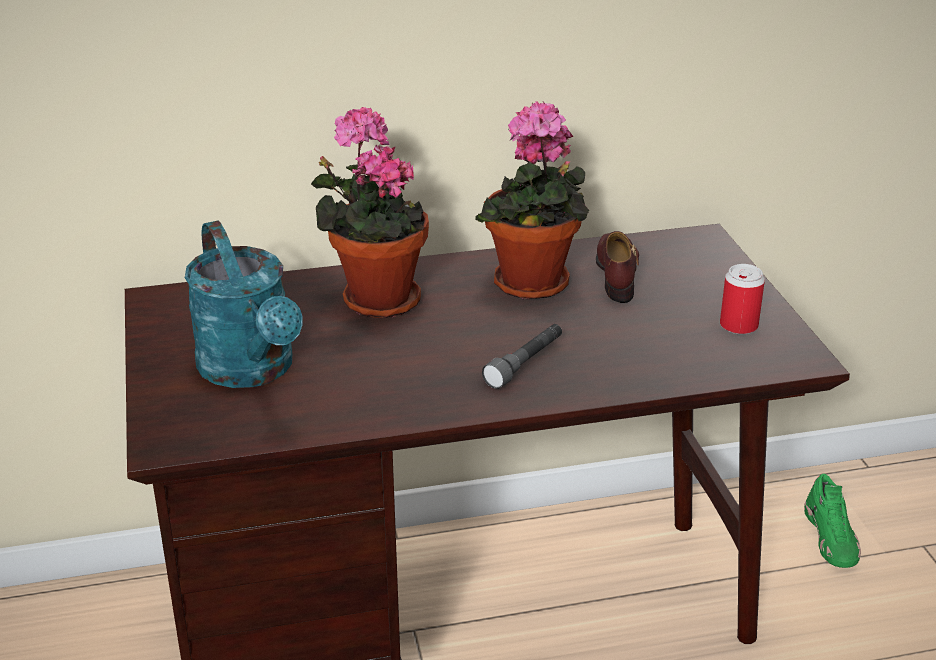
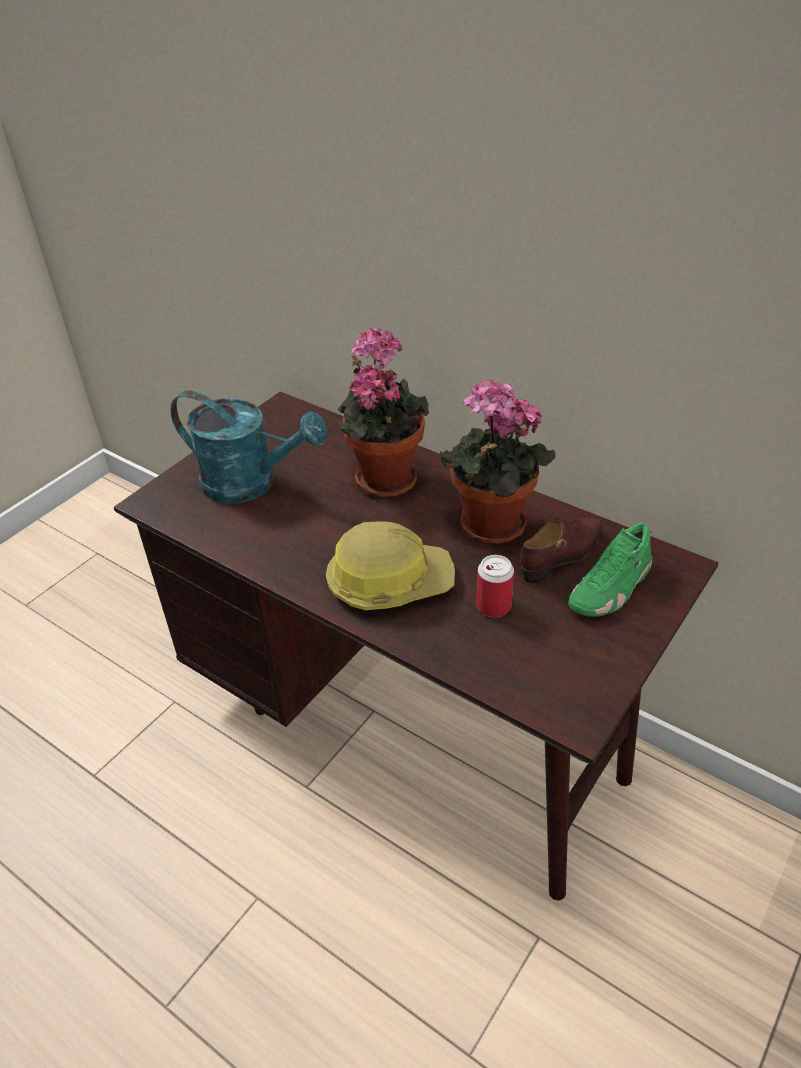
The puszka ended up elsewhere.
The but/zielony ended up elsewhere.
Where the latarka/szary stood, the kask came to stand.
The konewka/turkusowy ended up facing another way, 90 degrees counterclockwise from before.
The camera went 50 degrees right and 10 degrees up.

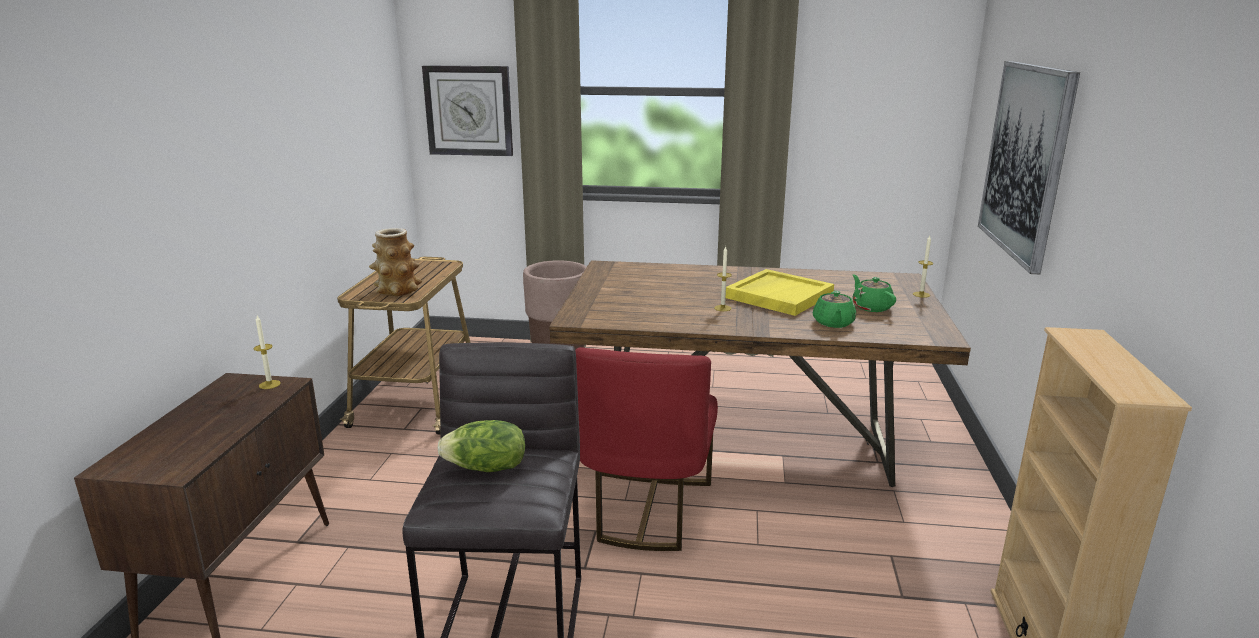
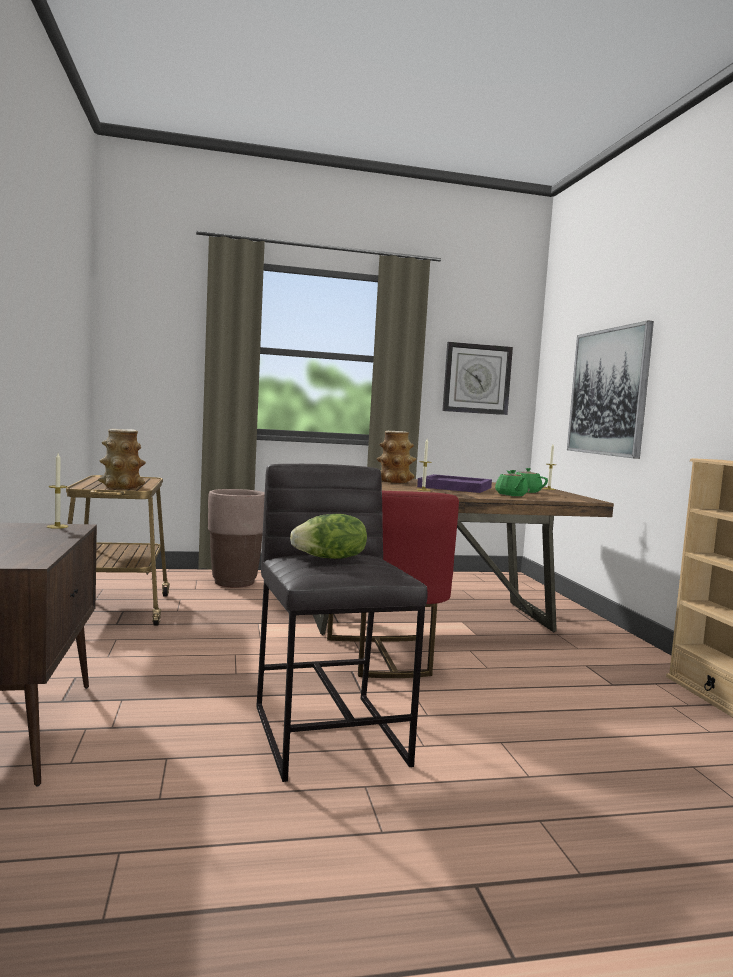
The second view gained the wazon (no. 2 from left).
The zegar ścienny ended up elsewhere.
What was the taca/żółty turned into the taca/fioletowy.
The camera went 20 degrees left and 15 degrees down.

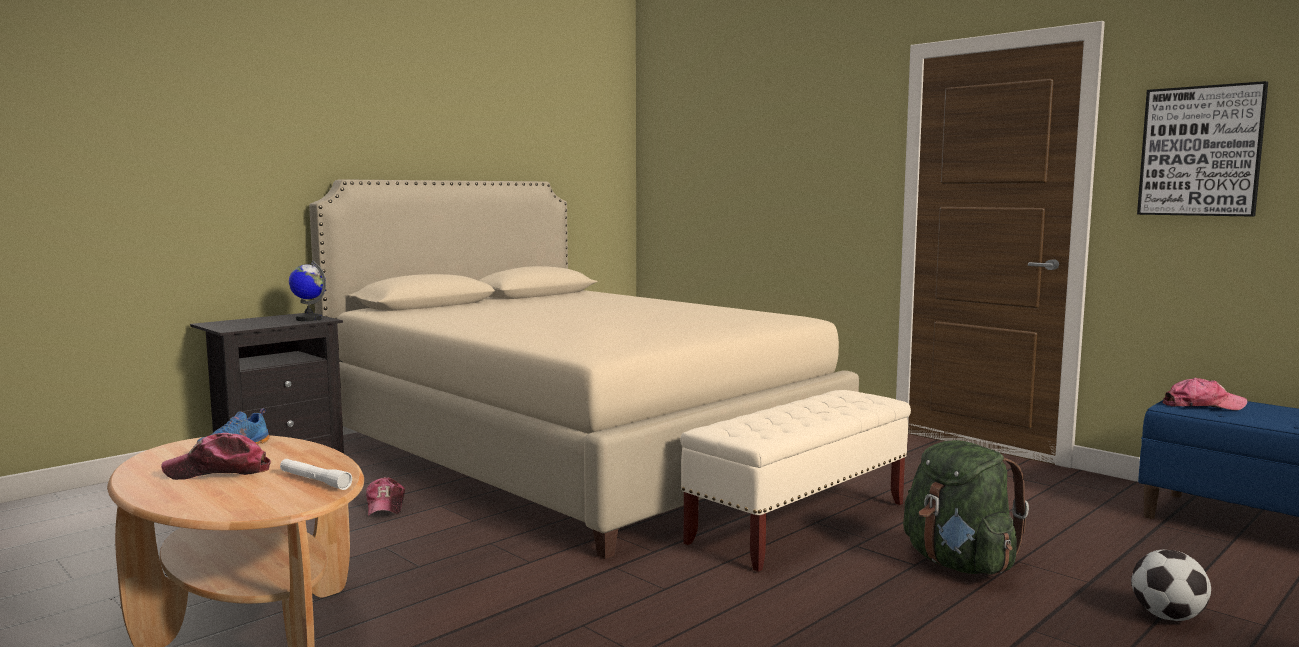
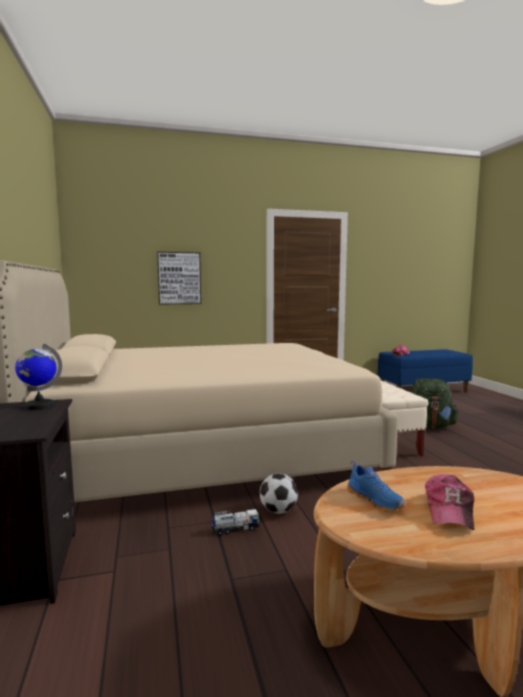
The second view lost the latarka/biały.
The piłka futbolowa ended up elsewhere.
The obraz ended up elsewhere.
Where the czapka z daszkiem (no. 2 from left) stood, the ciężarówka zabawkowa came to stand.
The camera went 60 degrees left and 0 degrees up.

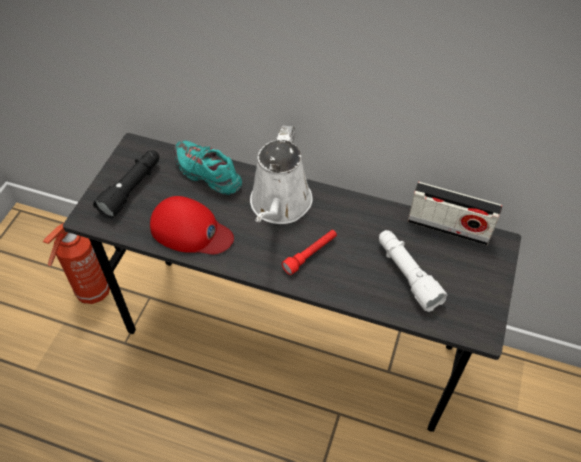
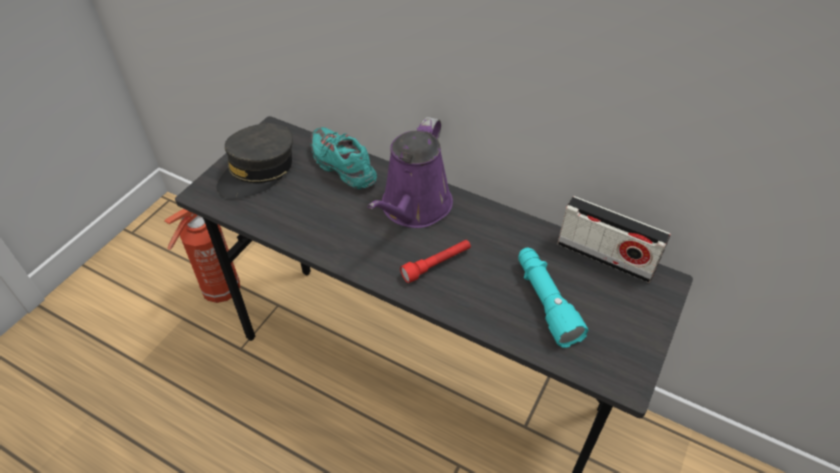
The second view lost the czapka z daszkiem/czerwony.
Where the latarka/czarny stood, the czapka z daszkiem/szary came to stand.
What was the konewka/biały turned into the konewka/fioletowy.
What was the latarka/biały turned into the latarka/turkusowy.
The camera went 10 degrees right and 5 degrees down.

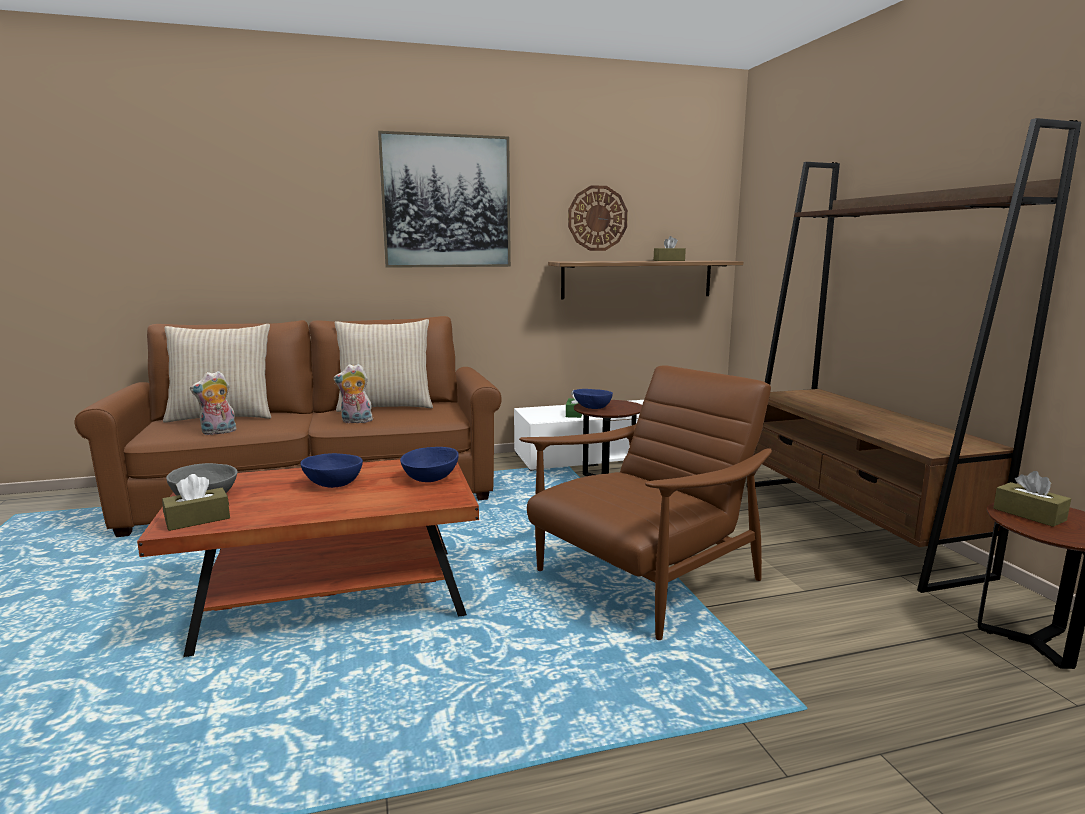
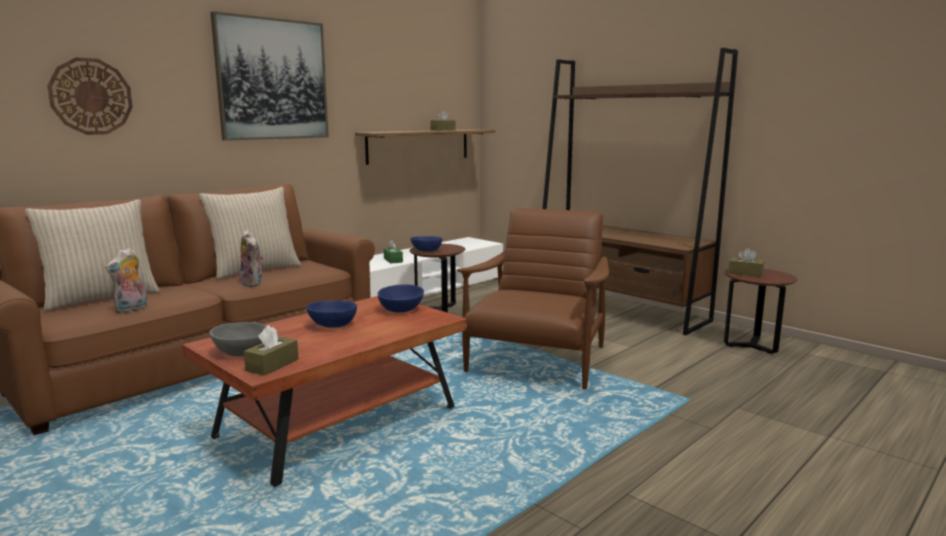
The zegar ścienny ended up elsewhere.
The pluszak (no. 2 from left) ended up facing another way, 90 degrees counterclockwise from before.
The camera went 30 degrees left and 0 degrees up.

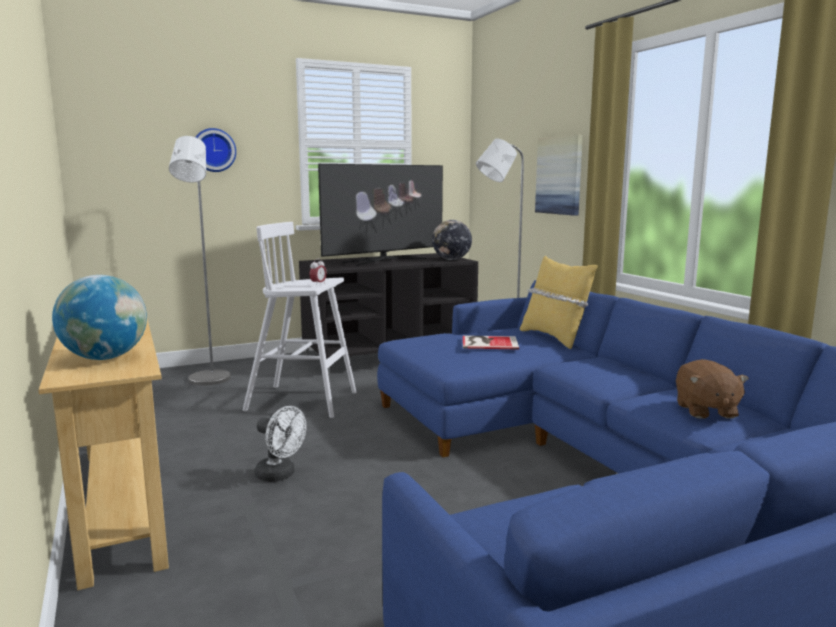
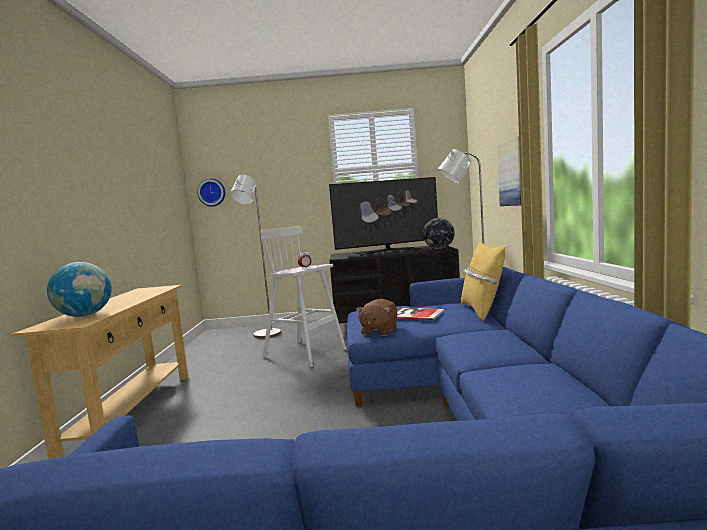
The second view lost the wentylator/biały.
The zegar ścienny ended up elsewhere.
The pluszak/brązowy ended up elsewhere.
The camera went 25 degrees right and 5 degrees down.

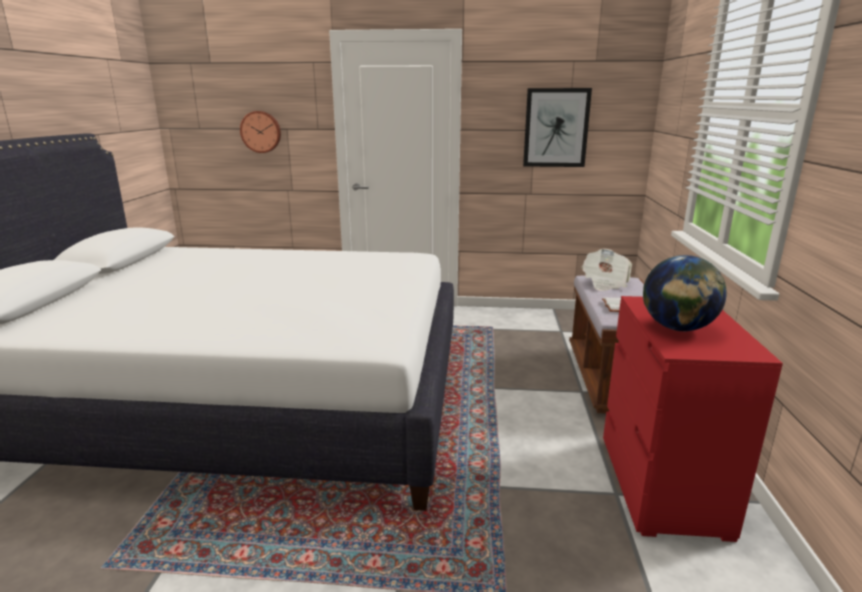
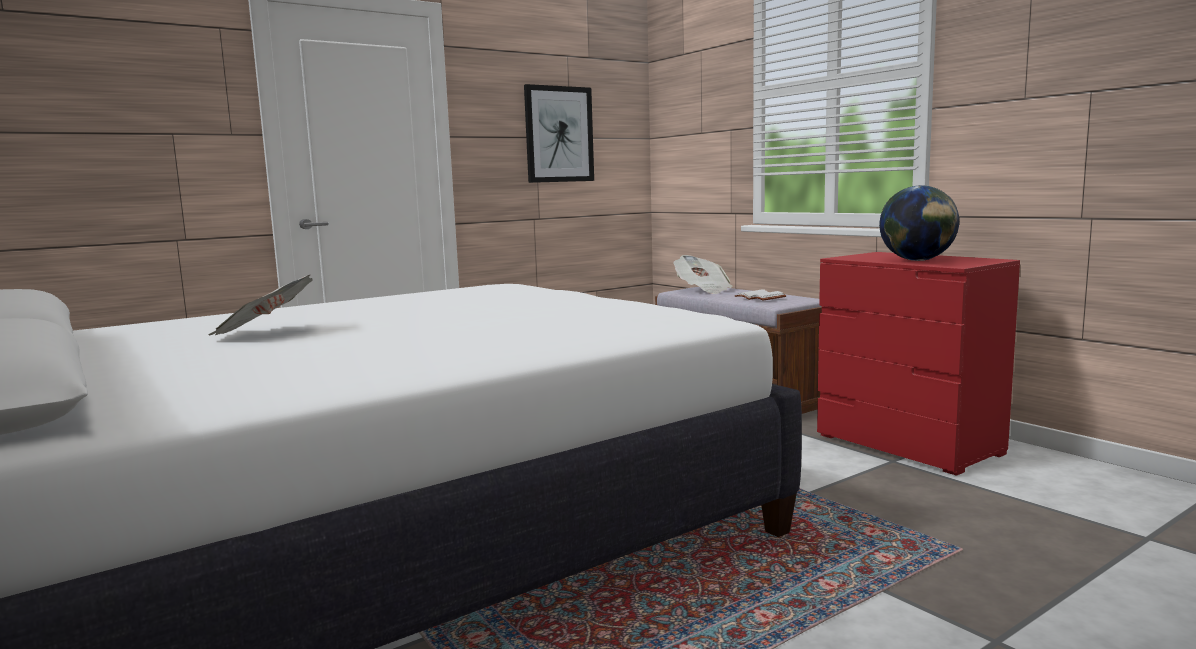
The second view lost the zegar ścienny.
The second view gained the gazeta (no. 1 from left).
The camera went 40 degrees left and 10 degrees down.

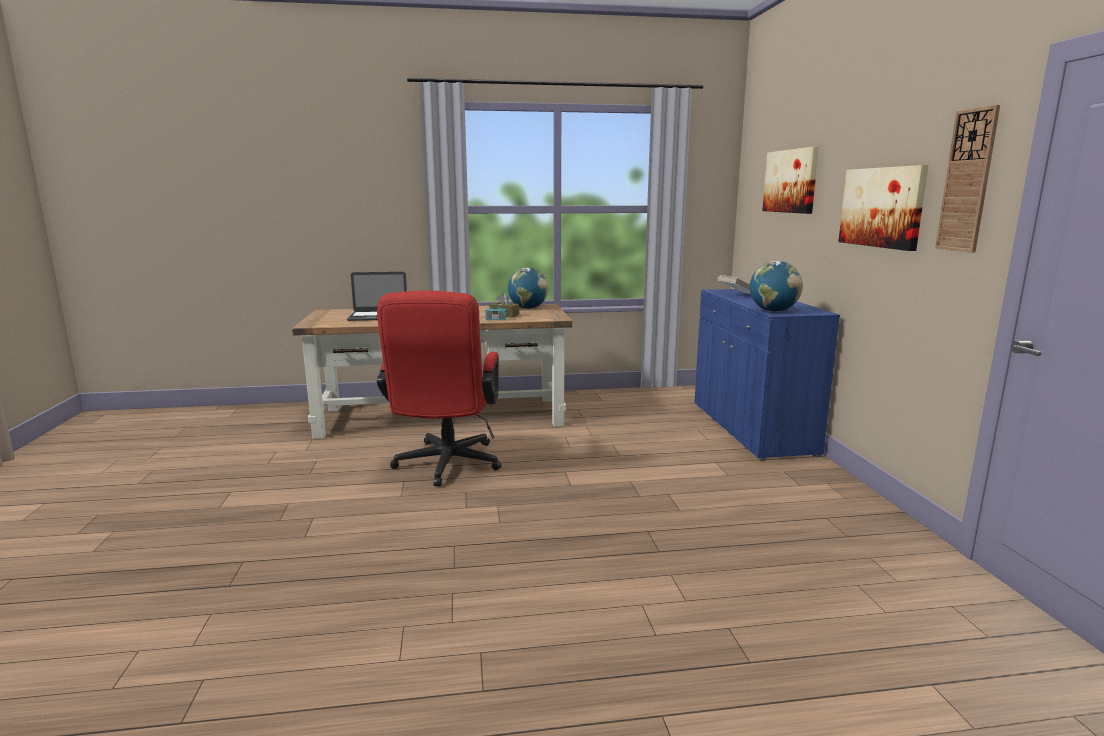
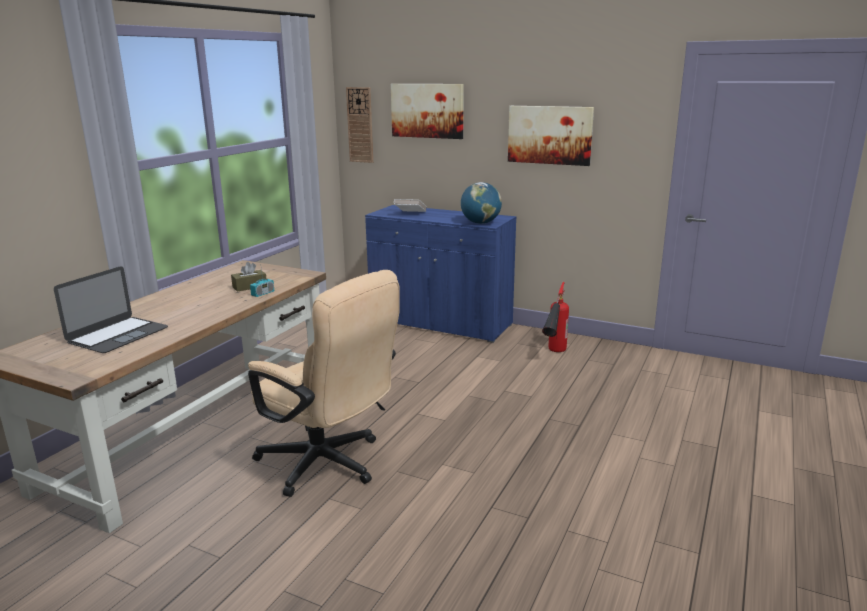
The second view lost the globus (no. 1 from left).
The second view gained the gaśnica.
The zegar ścienny ended up elsewhere.
What was the krzesło biurowe/czerwony turned into the krzesło biurowe/beżowy.
The camera went 55 degrees left and 5 degrees up.

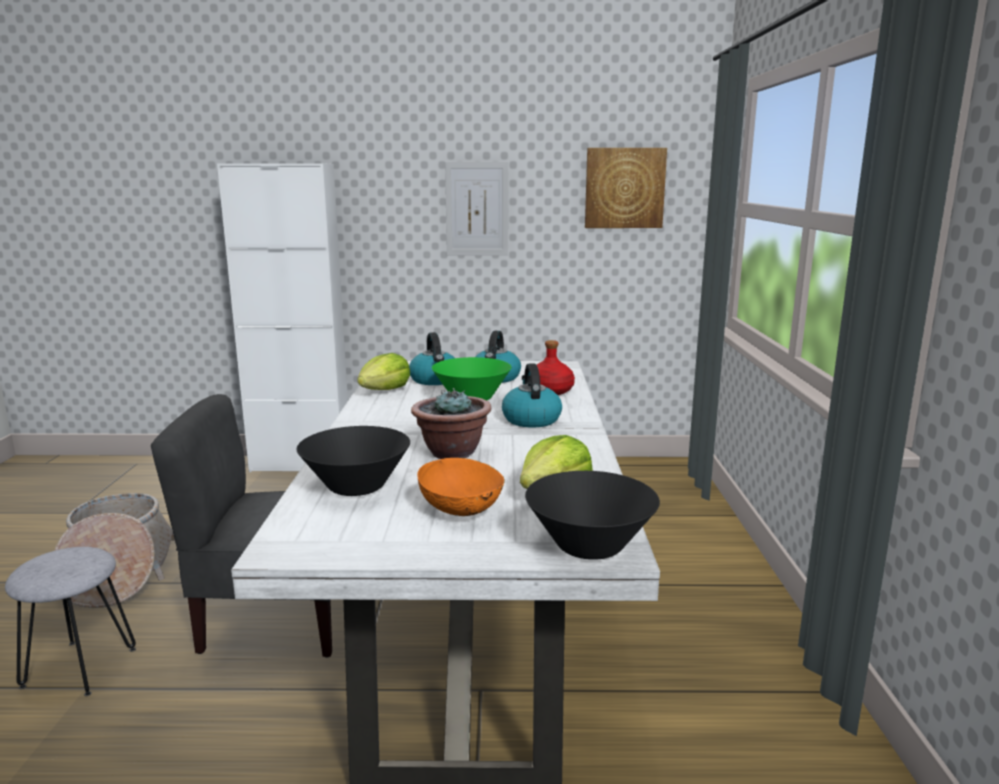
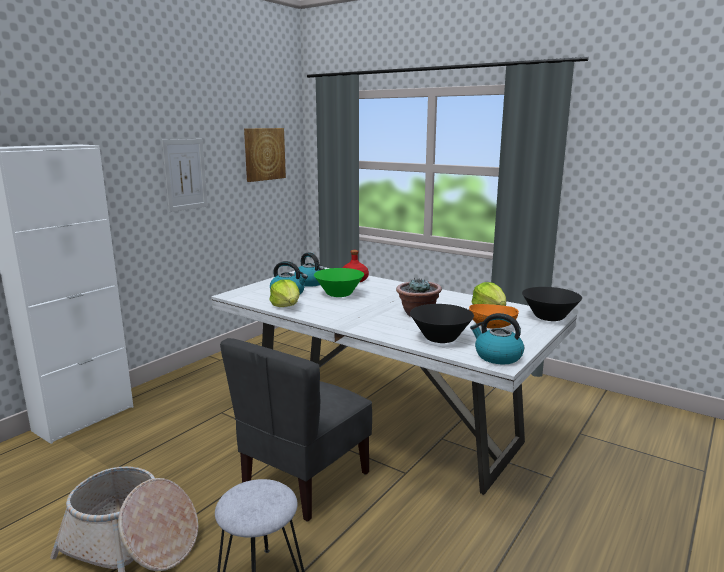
The czajnik (no. 3 from left) ended up elsewhere.
The camera went 55 degrees left and 0 degrees up.

